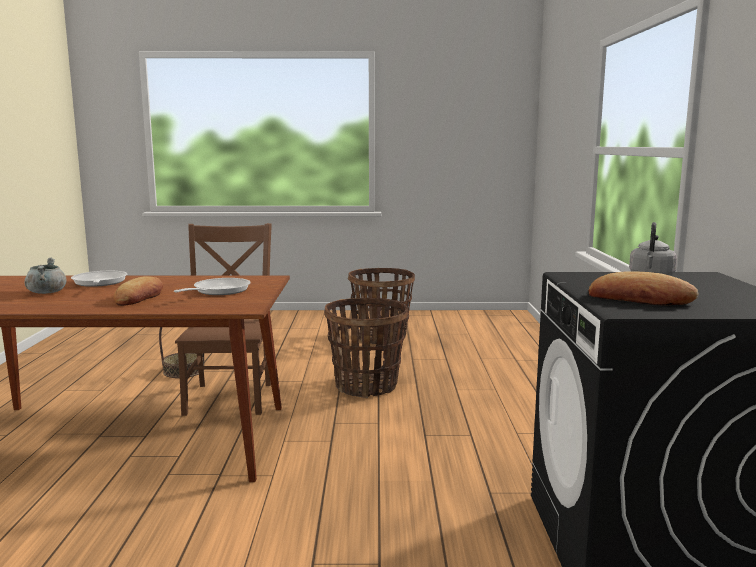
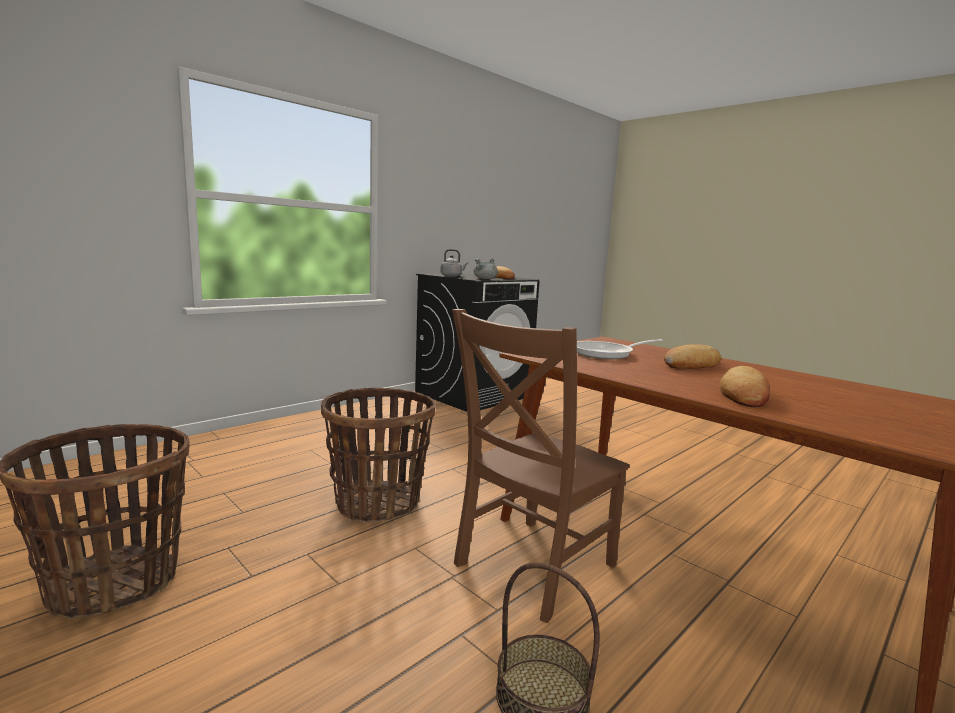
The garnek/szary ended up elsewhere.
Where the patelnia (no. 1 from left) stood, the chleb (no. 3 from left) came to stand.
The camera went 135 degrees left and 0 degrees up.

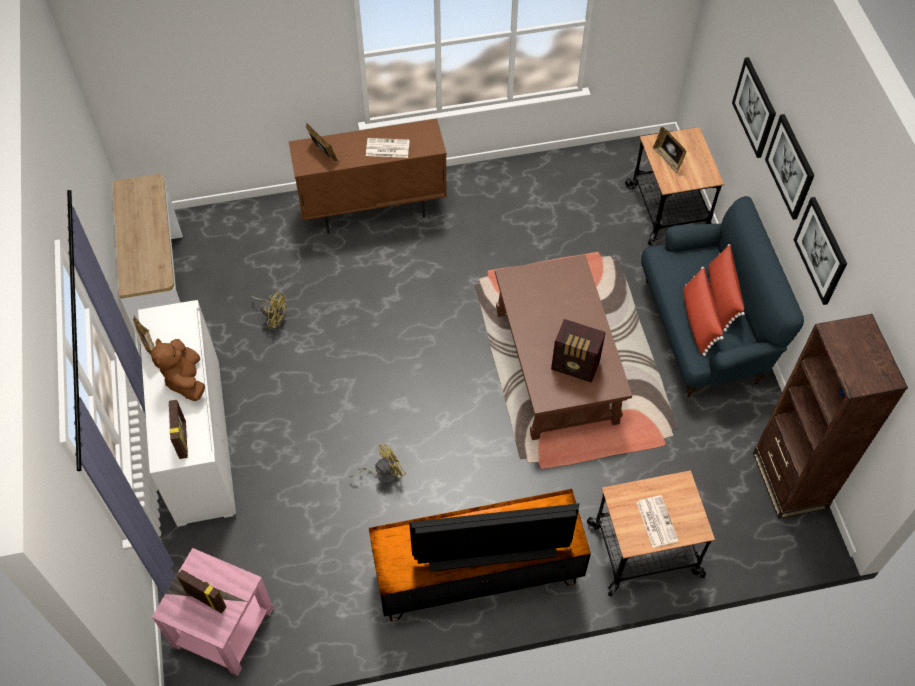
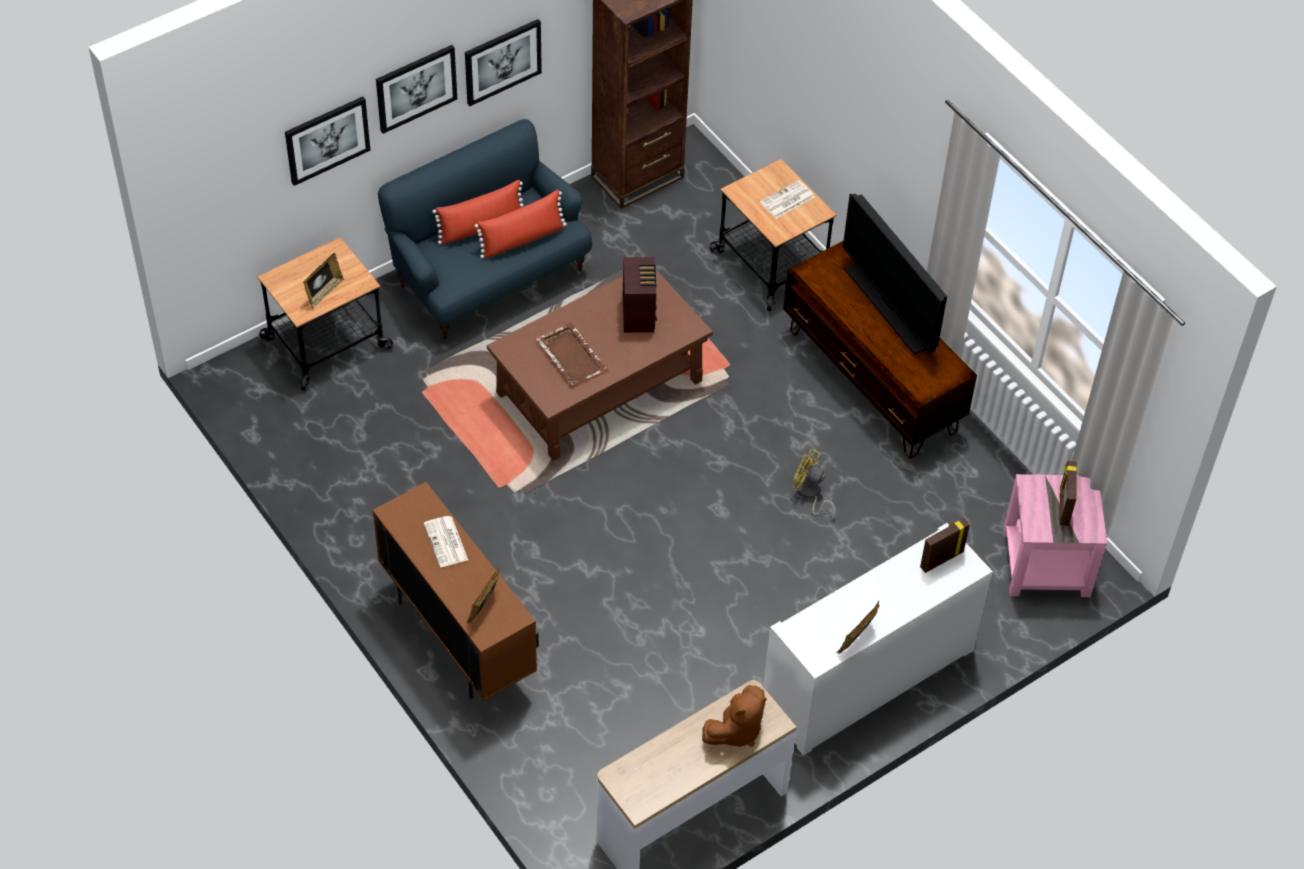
The second view lost the wentylator/żółty (no. 1 from left).
The second view gained the taca/brązowy.
The pluszak/brązowy ended up elsewhere.
The camera went 115 degrees left and 5 degrees down.

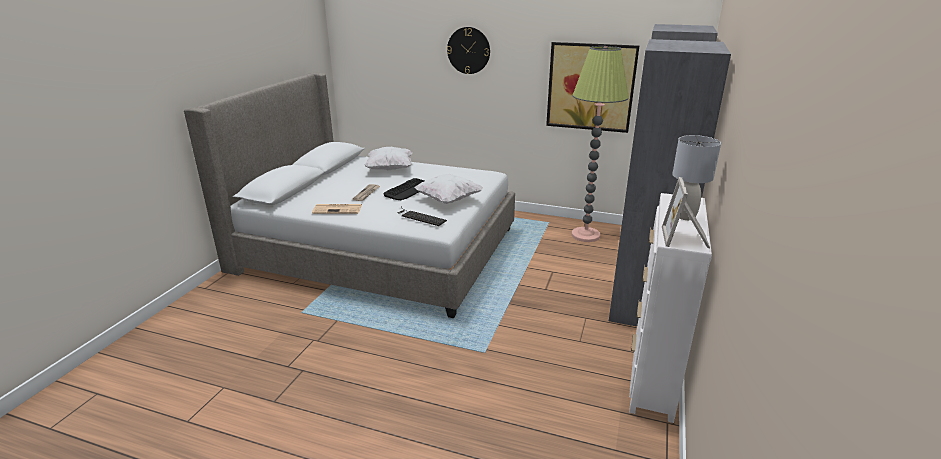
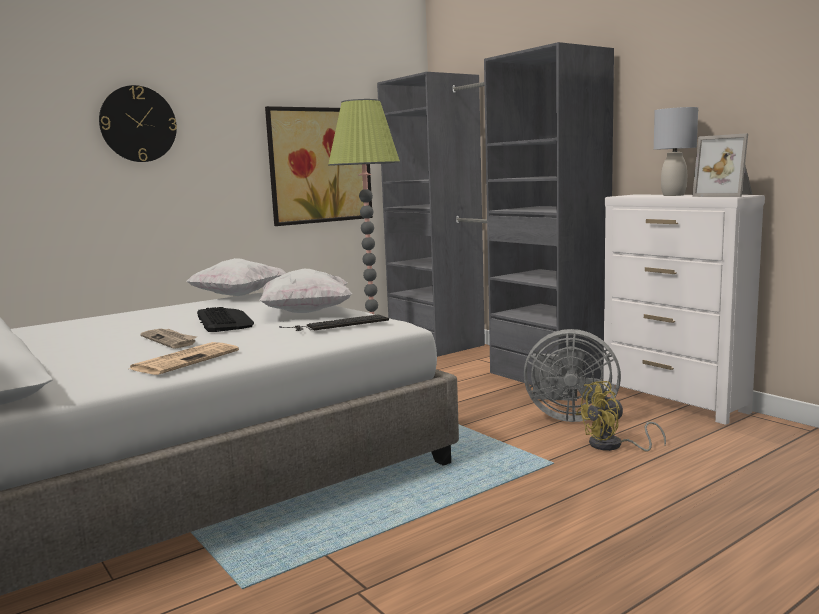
The second view gained the wentylator/szary.
The second view gained the wentylator/żółty.
The poduszka/biały (no. 1 from left) ended up elsewhere.
The camera went 55 degrees left and 15 degrees down.

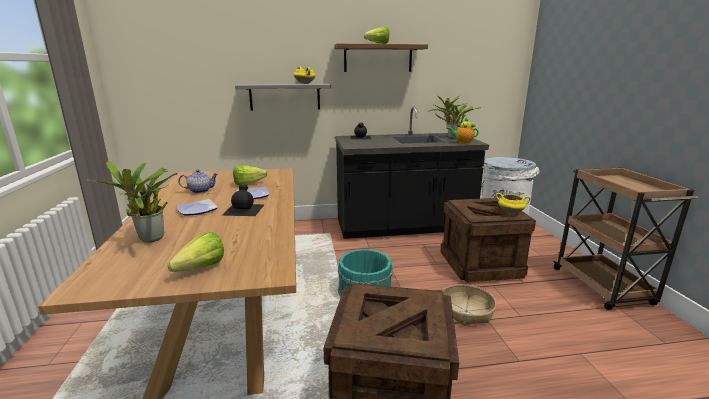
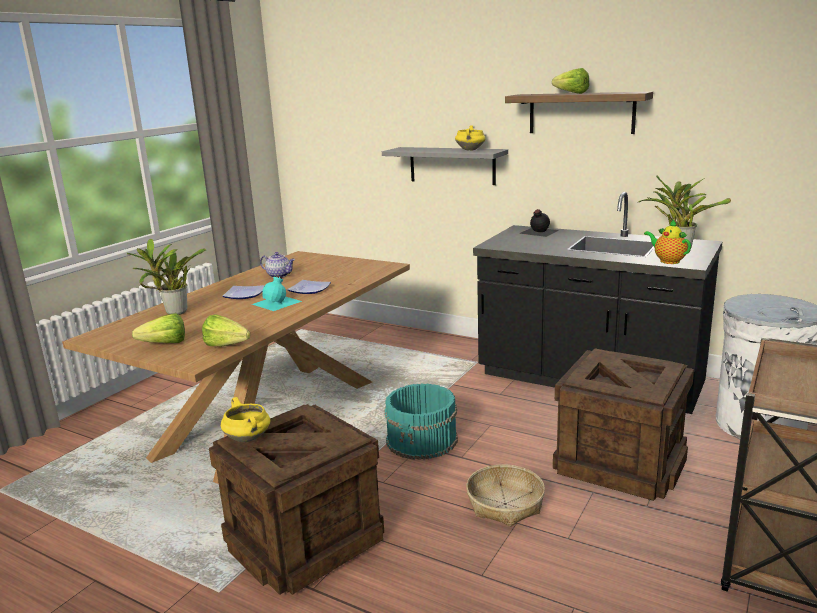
The sałata (no. 2 from left) ended up elsewhere.
The garnek/żółty (no. 2 from left in the first image) ended up elsewhere.
What was the butelka/czarny (no. 1 from left) turned into the butelka/turkusowy.
The camera went 40 degrees right and 0 degrees up.

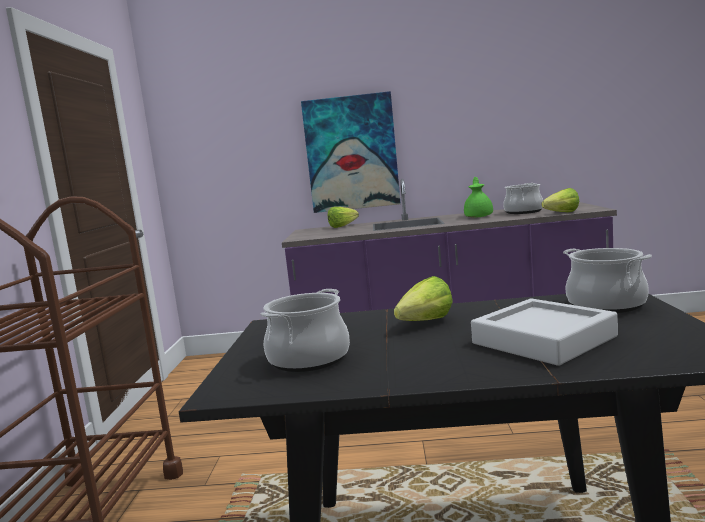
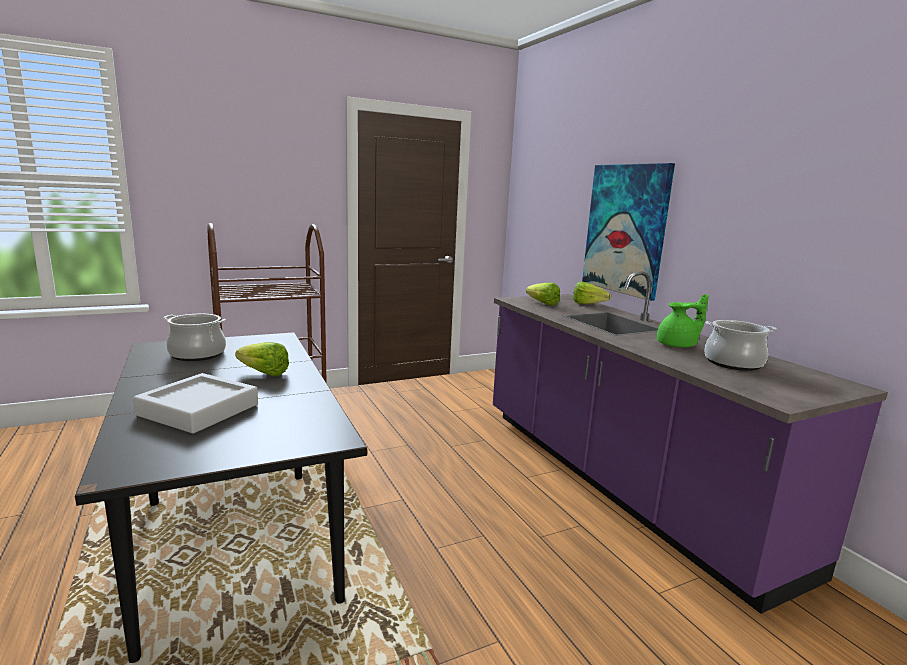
The second view lost the garnek (no. 3 from left).
The sałata (no. 3 from left in the first image) ended up elsewhere.
The camera went 60 degrees right and 5 degrees up.

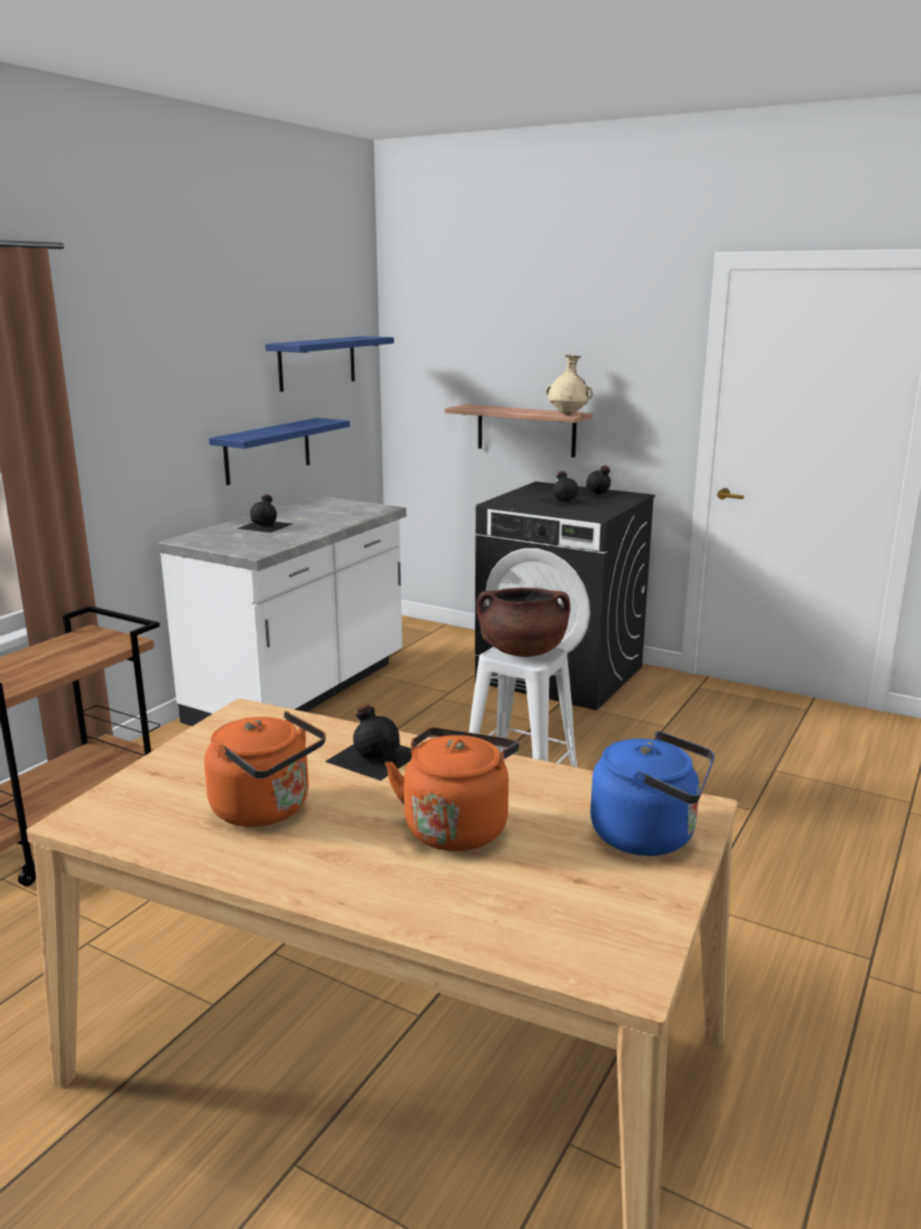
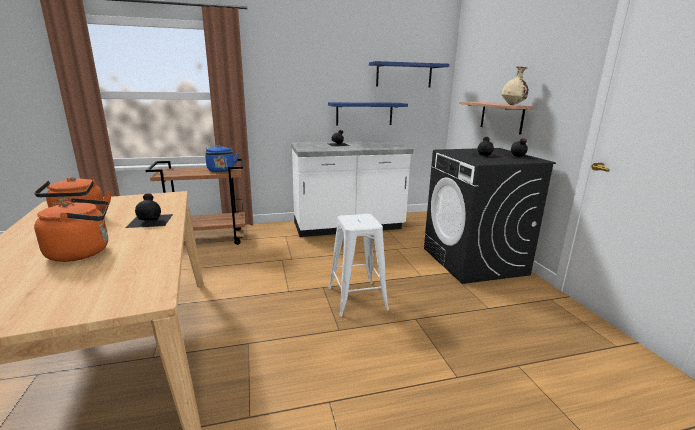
The second view lost the garnek/brązowy.
The czajnik/niebieski ended up elsewhere.
The camera went 45 degrees right and 0 degrees up.

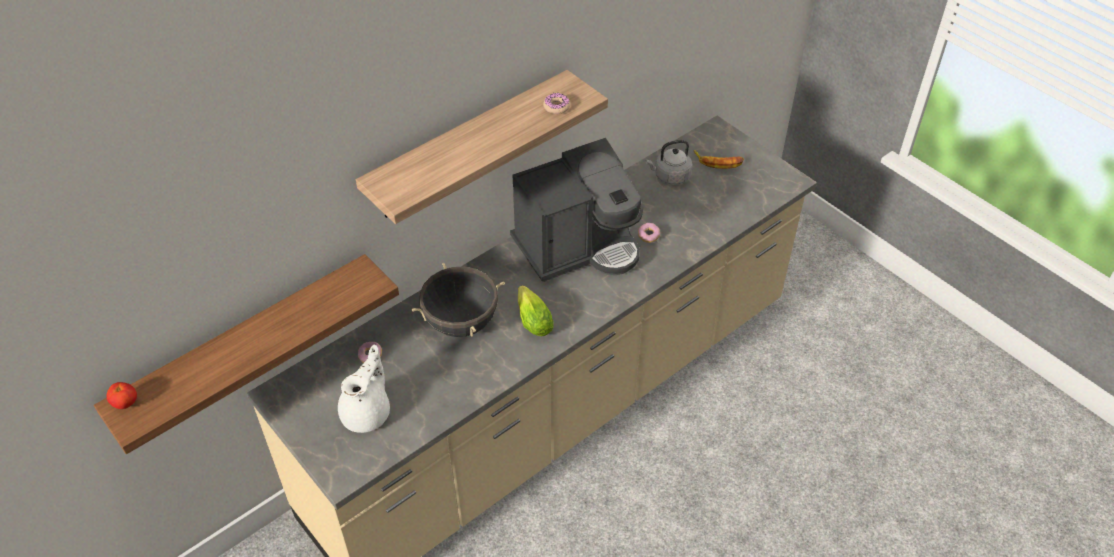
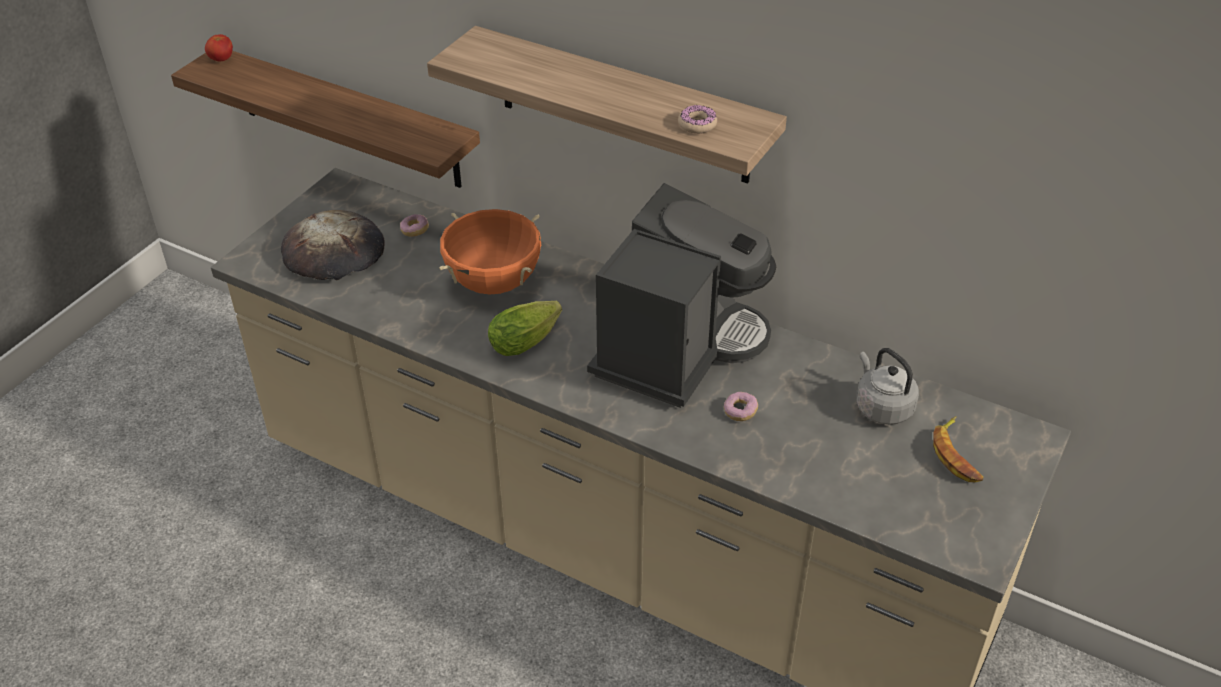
Where the imbryk/biały stood, the chleb came to stand.
What was the garnek/czarny turned into the garnek/pomarańczowy.
The ekspres do kawy ended up facing another way, 105 degrees counterclockwise from before.
The camera went 70 degrees right and 5 degrees down.

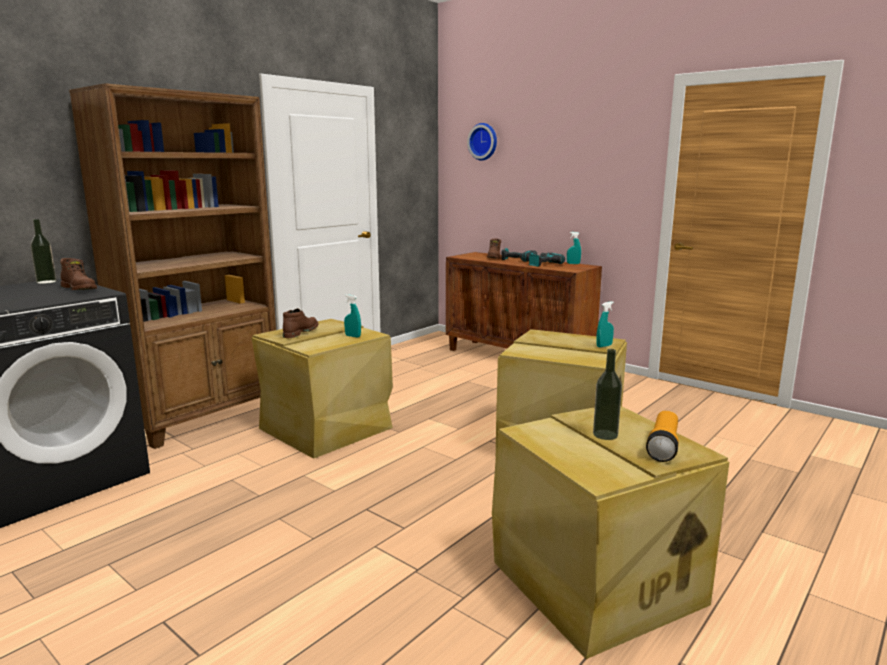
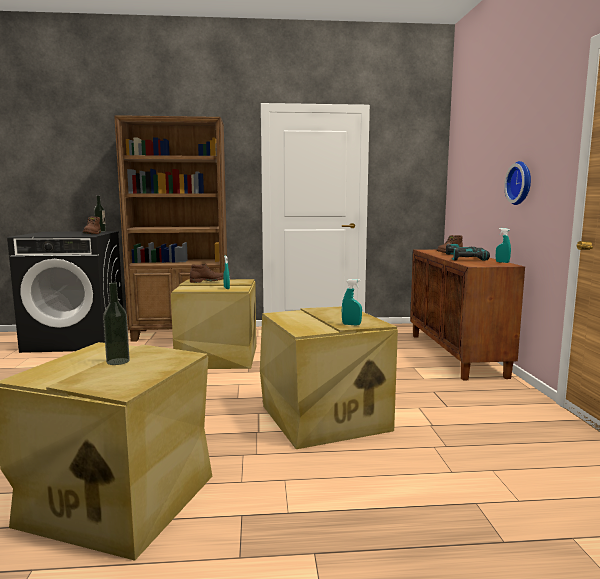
The second view lost the latarka.
The zegar ścienny ended up elsewhere.
The camera went 45 degrees right and 5 degrees down.

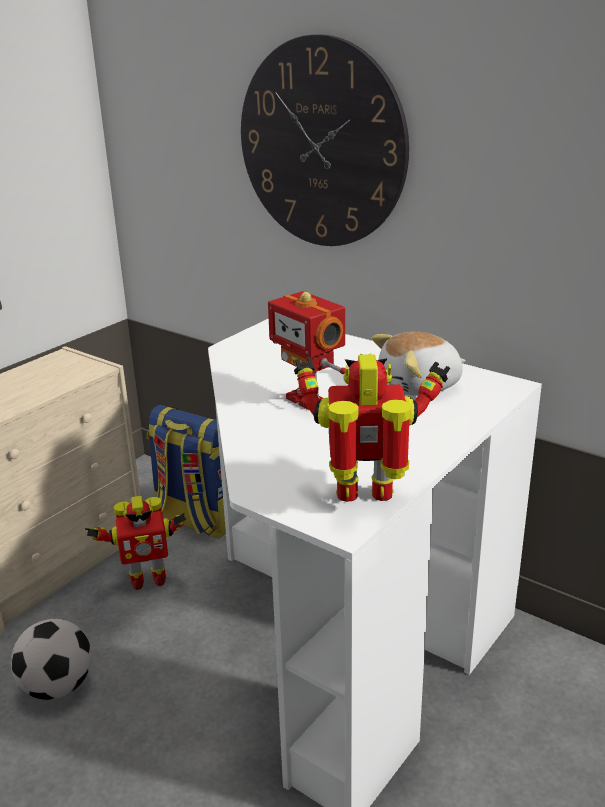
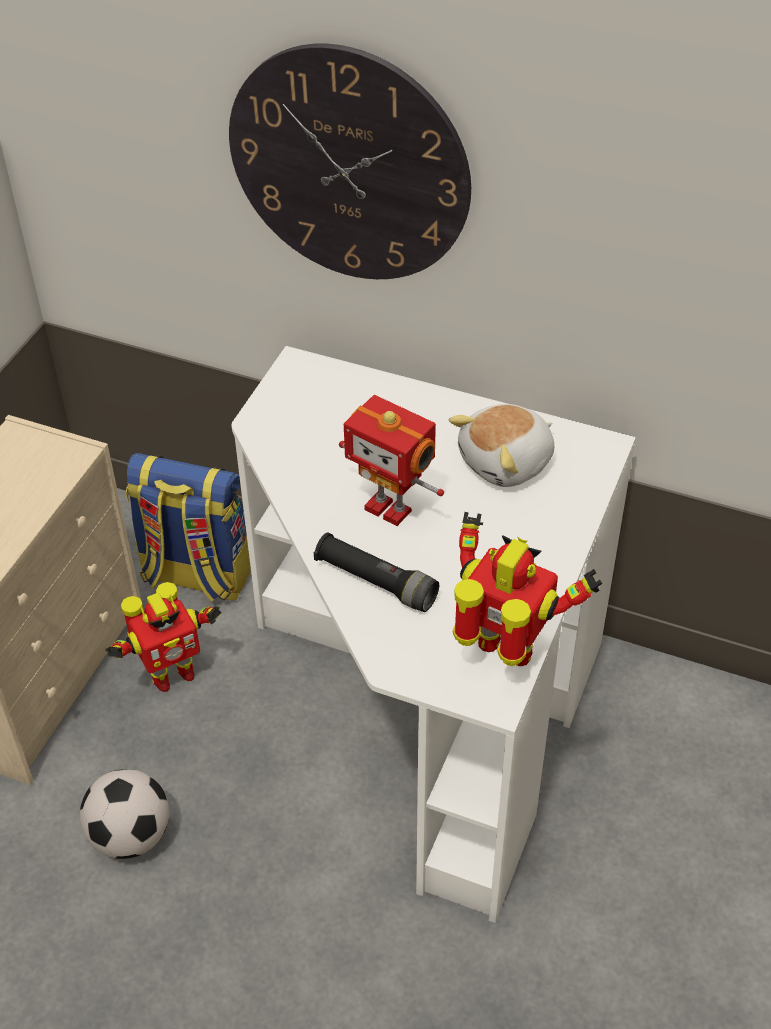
The second view gained the latarka/czarny.
The robot zabawkowy (no. 3 from left) ended up facing another way, 45 degrees clockwise from before.
The camera went 15 degrees left and 20 degrees up.

